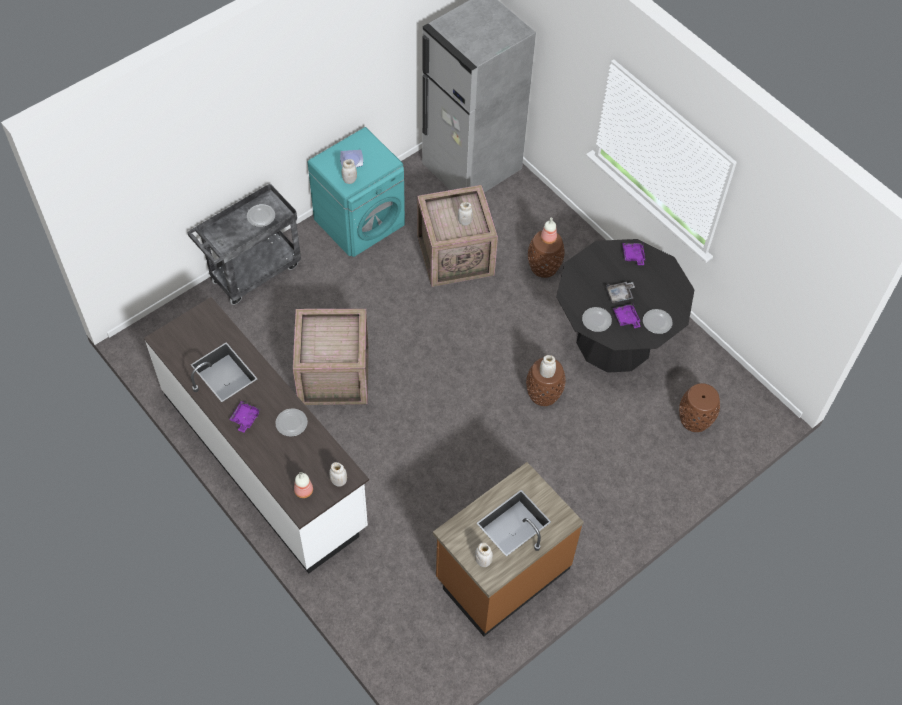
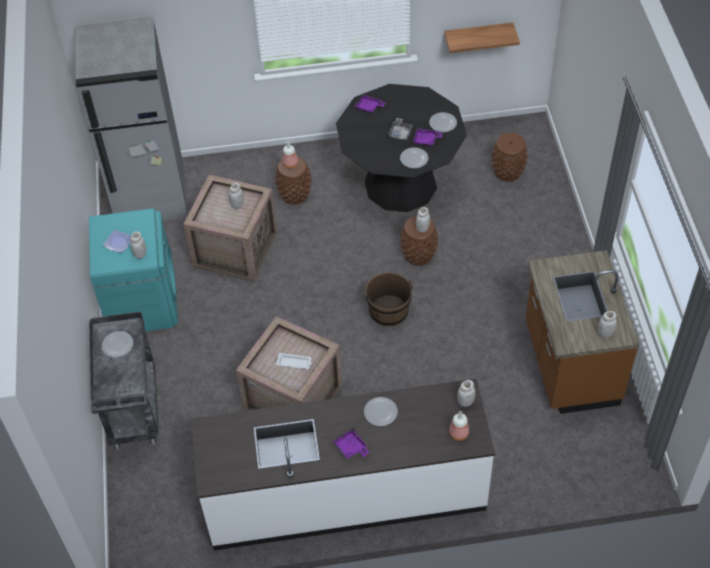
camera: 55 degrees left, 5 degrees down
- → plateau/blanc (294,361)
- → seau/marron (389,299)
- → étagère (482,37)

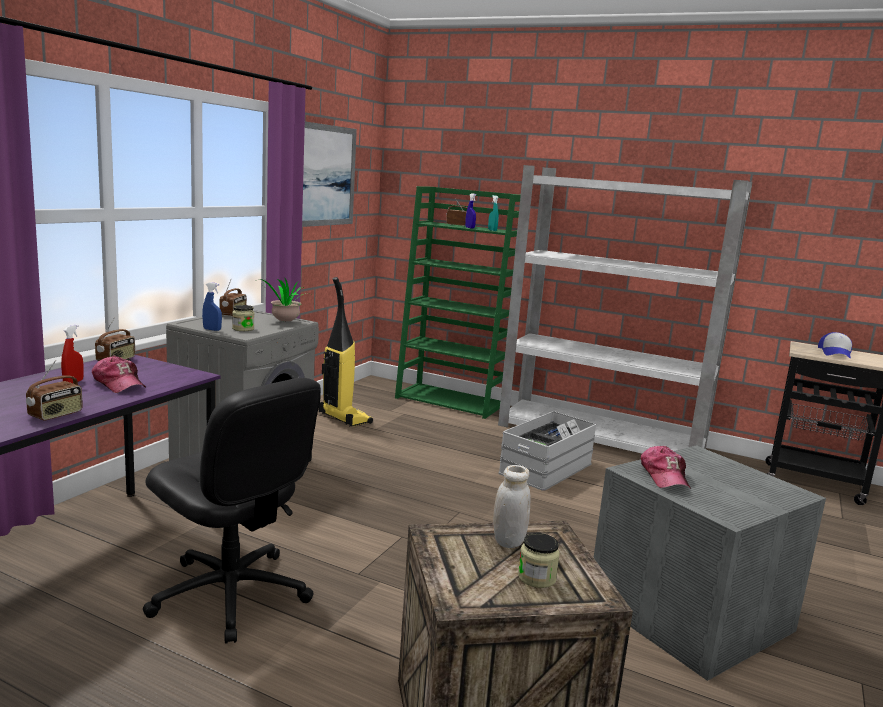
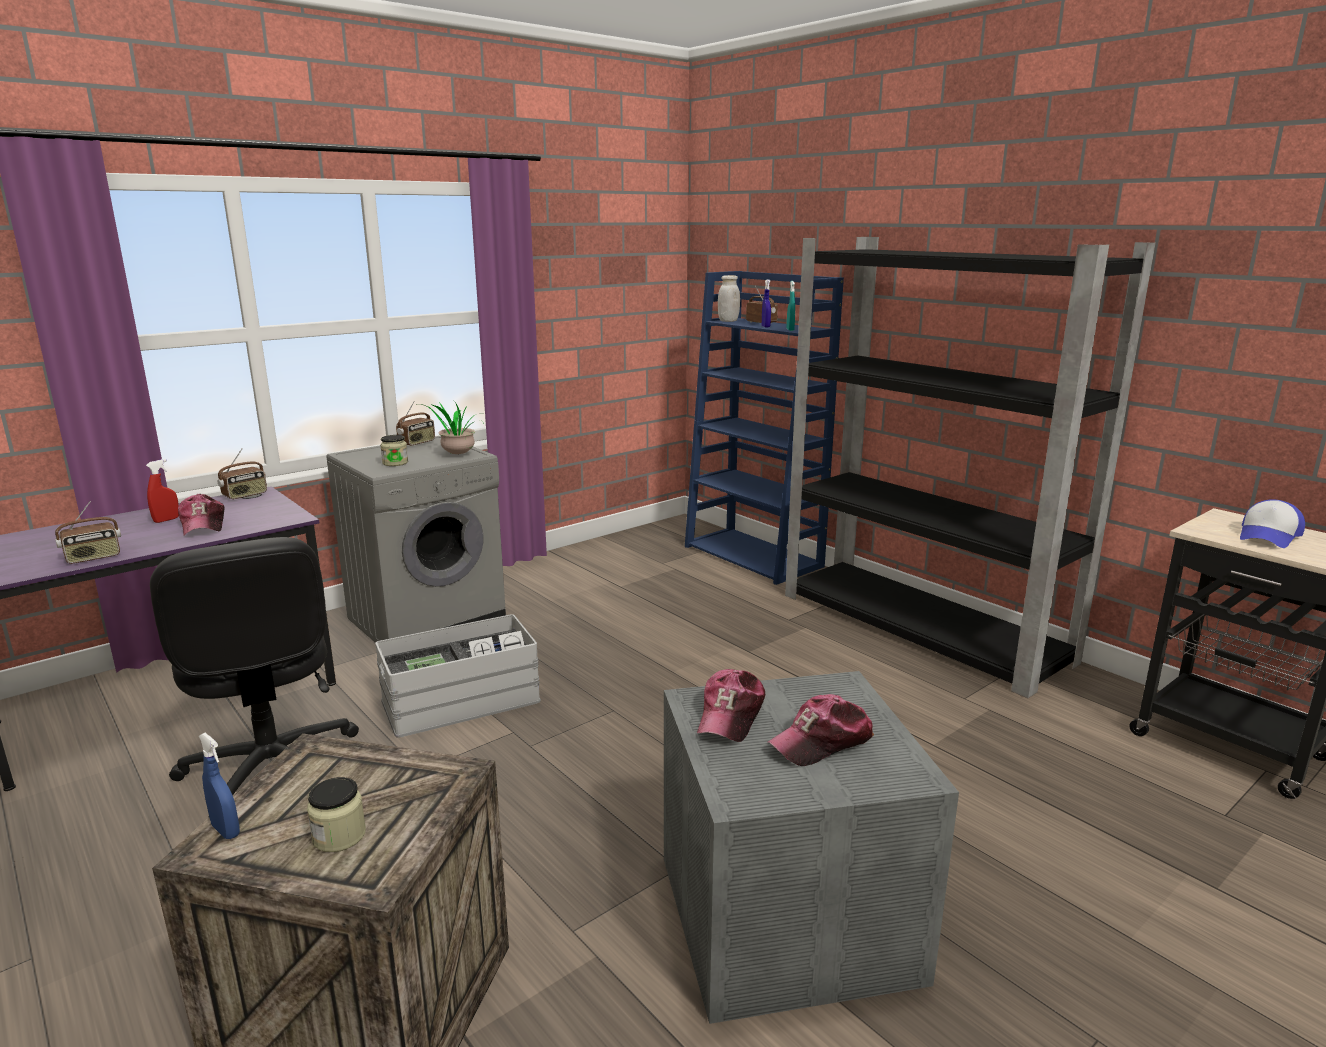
camera: 25 degrees right, 5 degrees up
tableau (329,174) → -
aspirateur (346,351) → -
- → casquette (821,730)
vaporisateur/bleu (212,306) → vaporisateur/bleu (219,786), relocated
bocal/blanc (512,506) → bocal/blanc (729,298), relocated
boîte de rangement/gris (547,451) → boîte de rangement/gris (458,676), relocated
bibliothèque/vert (458,302) → bibliothèque/bleu (764,428)
bibliothèque/blanc (625,309) → bibliothèque/noir (970,467)

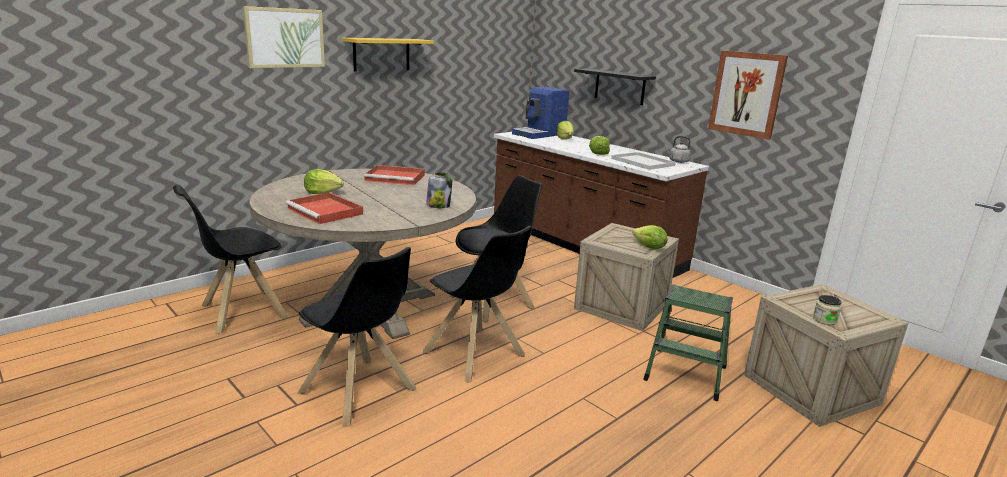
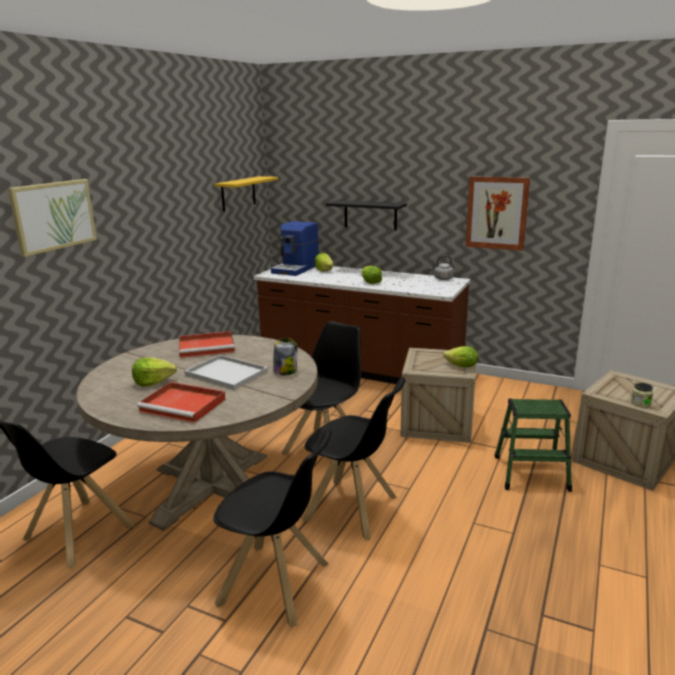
camera: 20 degrees left, 0 degrees up
étagère/jaune (388,55) → étagère/jaune (246,194), relocated
plateau/blanc (643,161) → plateau/blanc (226,372), relocated

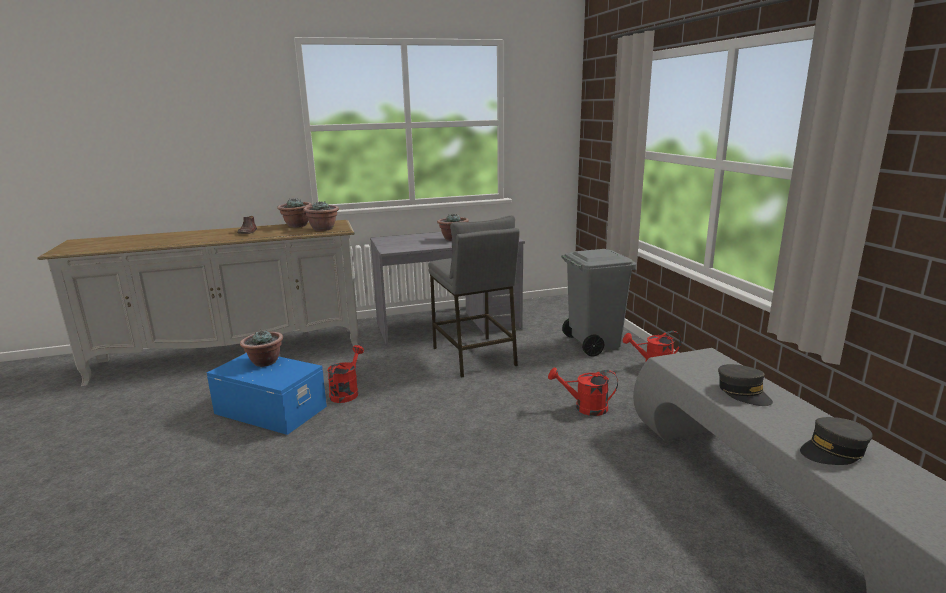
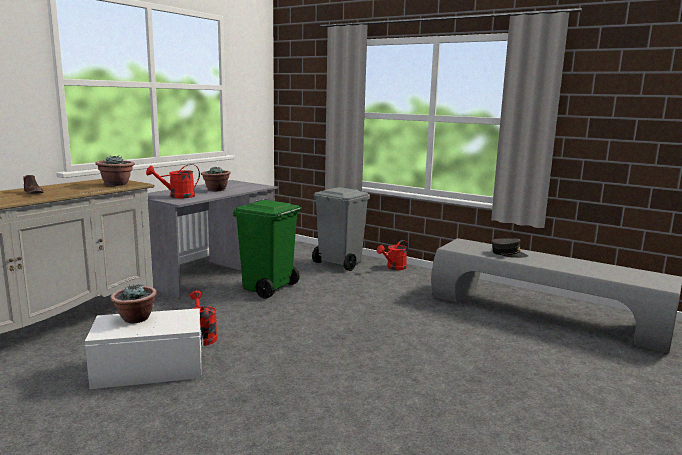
camera: 40 degrees left, 5 degrees down
plante en pot (294,213) → -
casquette/gris (836,441) → -
arrosoir/rouge (583,391) → arrosoir/rouge (173,181), relocated
tabouret/gris (474,296) → poubelle/vert (267,249)
boîte de rangement/bleu (267,394) → boîte de rangement/blanc (144,348)

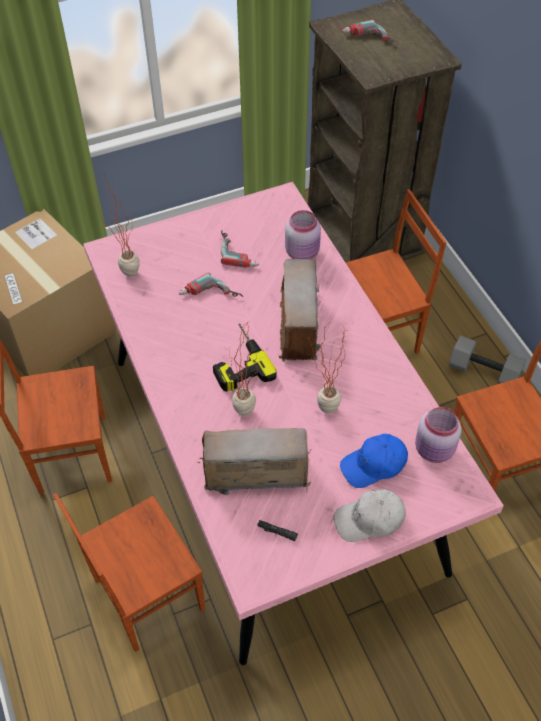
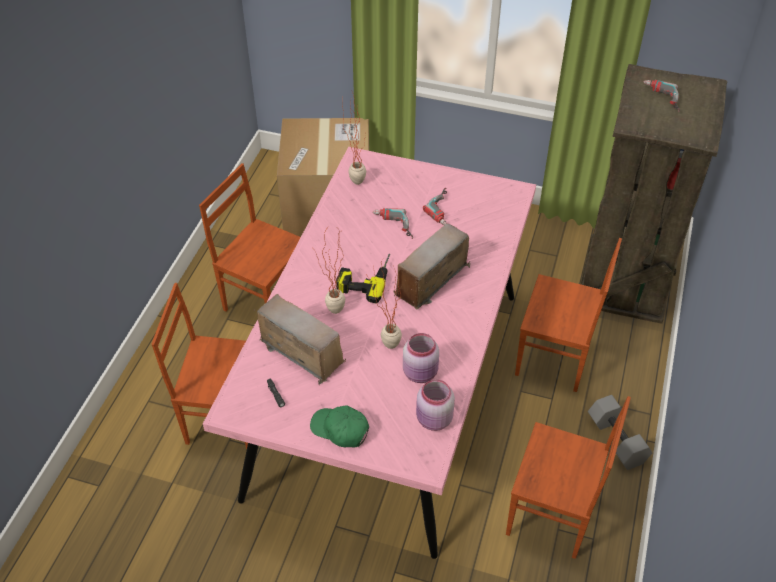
camera: 40 degrees right, 5 degrees down
casquette/bleu (374,461) → -
bocal/rose (303,234) → bocal/rose (421,358), relocated
casquette/blanc (370,515) → casquette/vert (339,426)

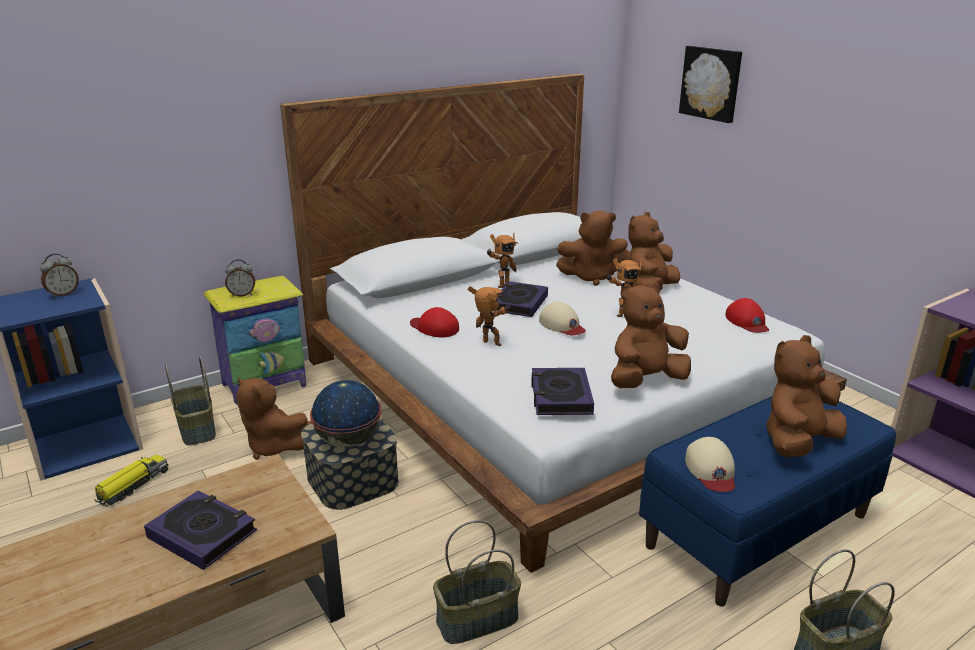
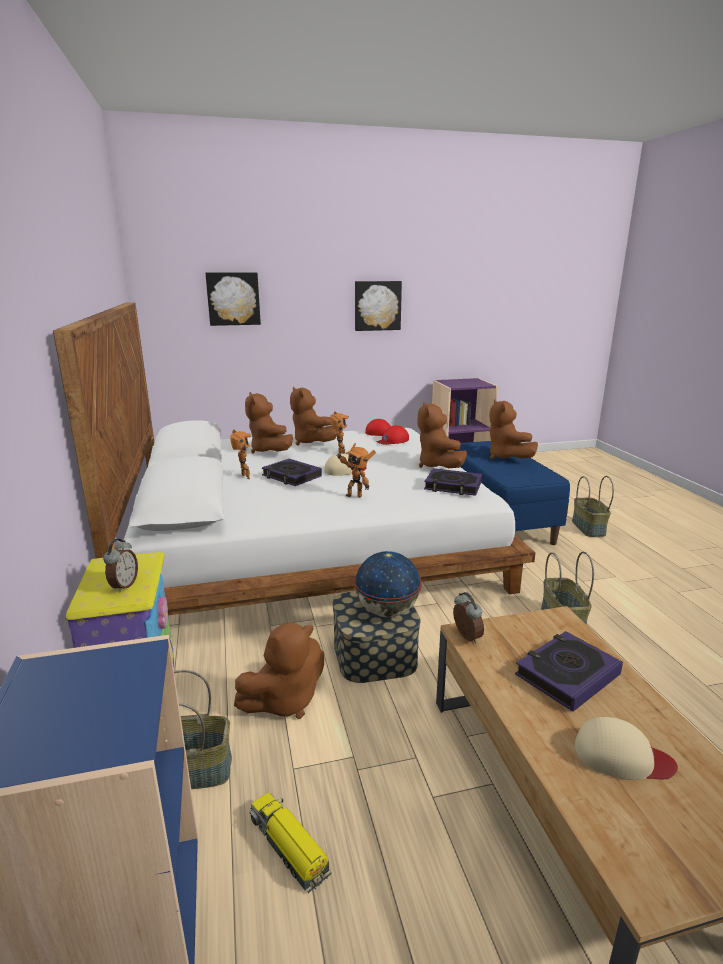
camera: 70 degrees left, 5 degrees down
- → tableau (378,306)
réveil (59,276) → réveil (468,618), relocated
casquette/rouge (434,322) → casquette/rouge (393,435), relocated
casquette/beige (710,464) → casquette/beige (626,748), relocated
robot jouet (488,316) → robot jouet (356,470), 120 degrees counterclockwise
peluche/marron (593,248) → peluche/marron (269,422), 135 degrees clockwise

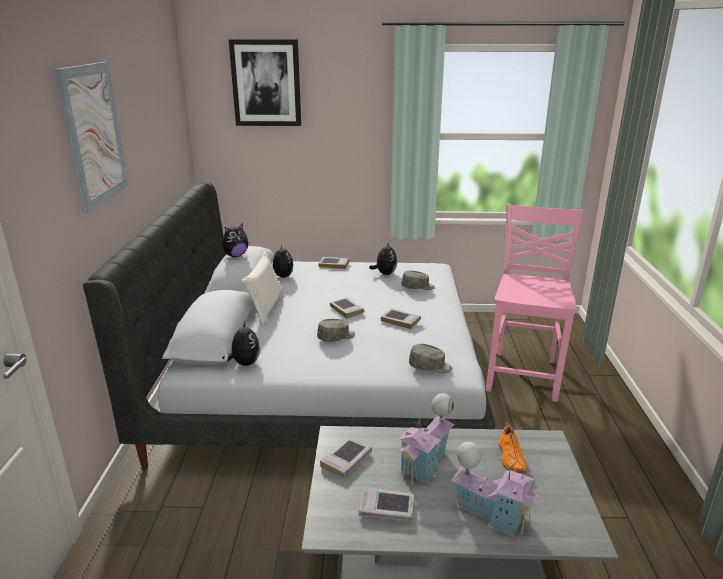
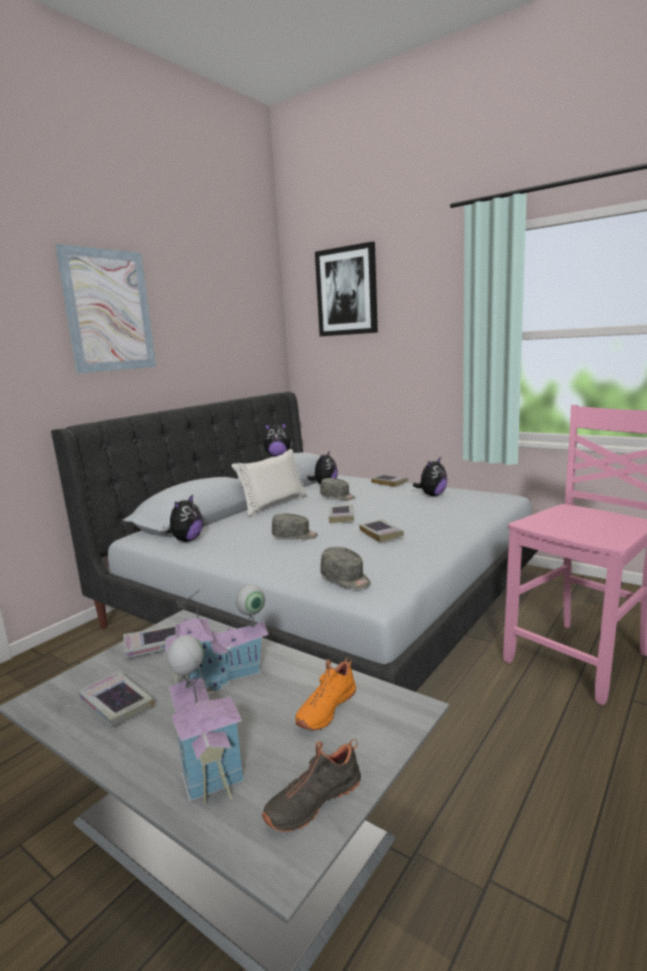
camera: 35 degrees right, 10 degrees down
- → chaussure/noir (311,785)
casquette/gris (418,280) → casquette/gris (337,489), relocated

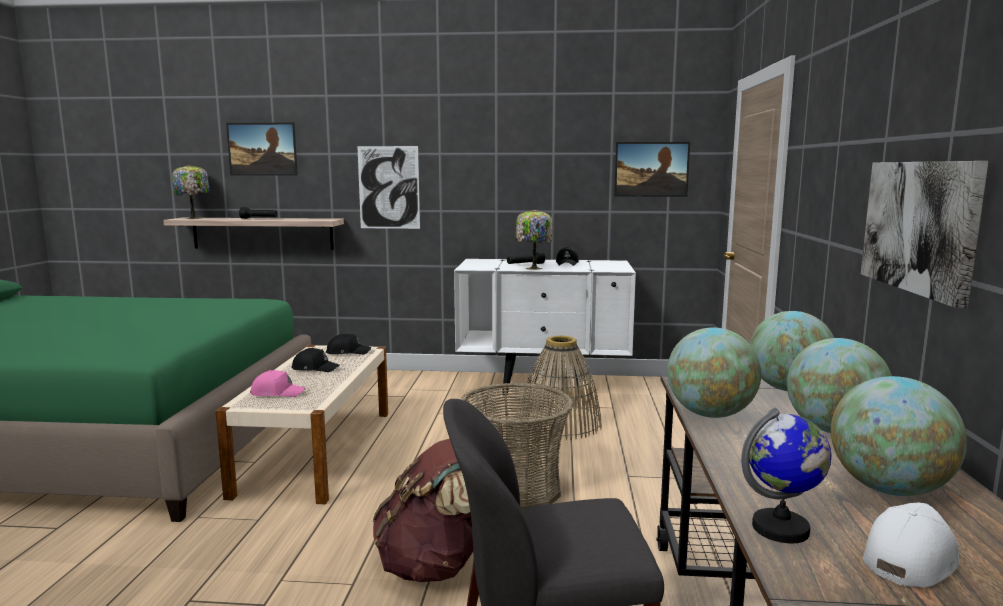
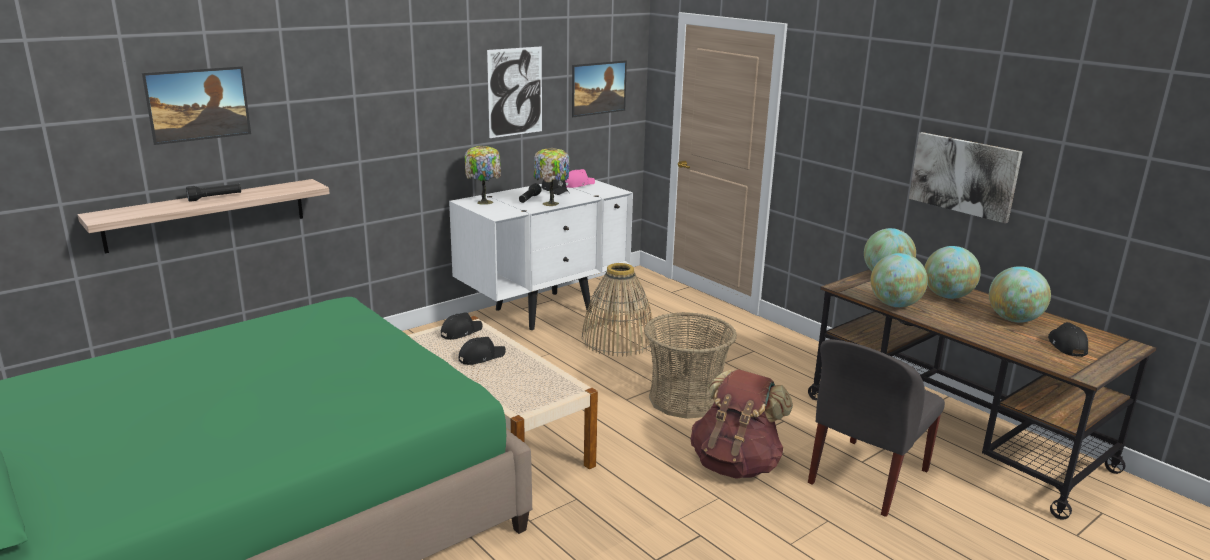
camera: 45 degrees left, 10 degrees up
globe (786,476) → -
lampe de table (191,192) → lampe de table (483,175), relocated
casquette/rose (278,383) → casquette/rose (580,178), relocated
tableau (388,187) → tableau (514,92), relocated
casquette/blanc (911,544) → casquette/noir (1068,339)

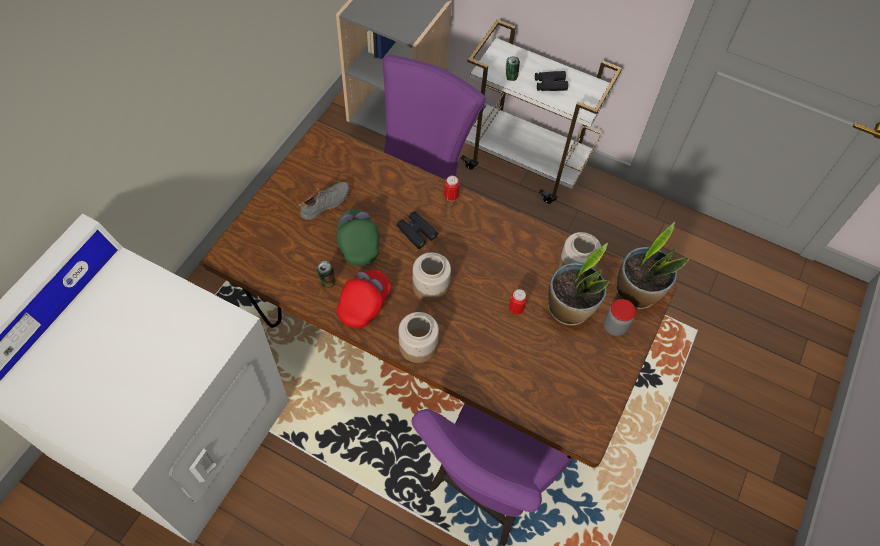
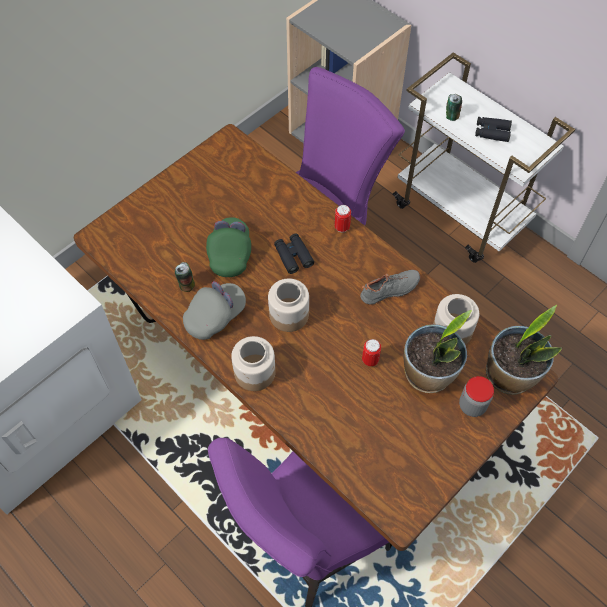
camera: 20 degrees right, 0 degrees up
chaussure/gris (324,201) → chaussure/gris (390,287), relocated
casquette/rouge (364,299) → casquette/gris (214,310)

